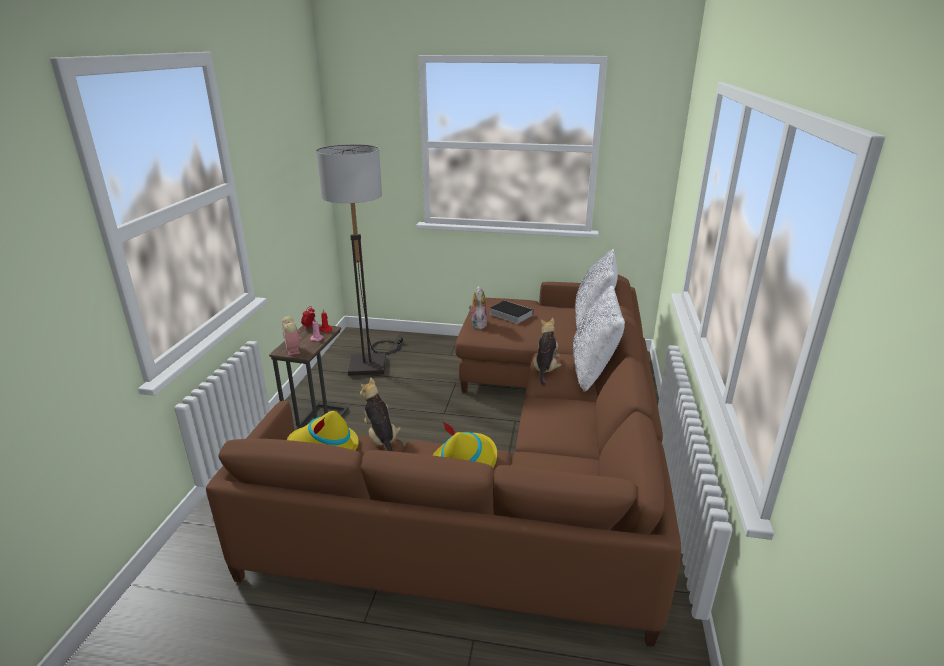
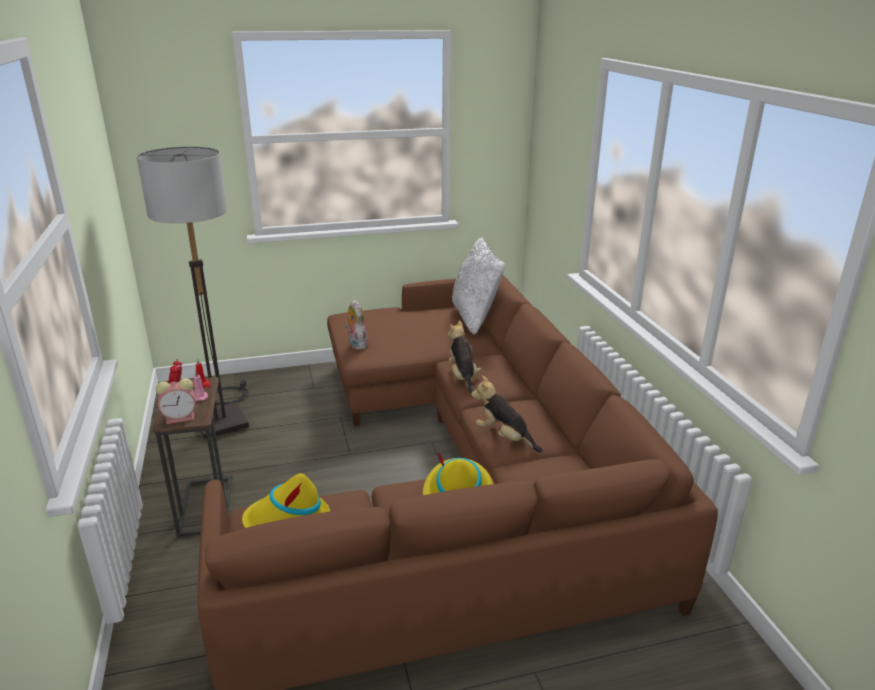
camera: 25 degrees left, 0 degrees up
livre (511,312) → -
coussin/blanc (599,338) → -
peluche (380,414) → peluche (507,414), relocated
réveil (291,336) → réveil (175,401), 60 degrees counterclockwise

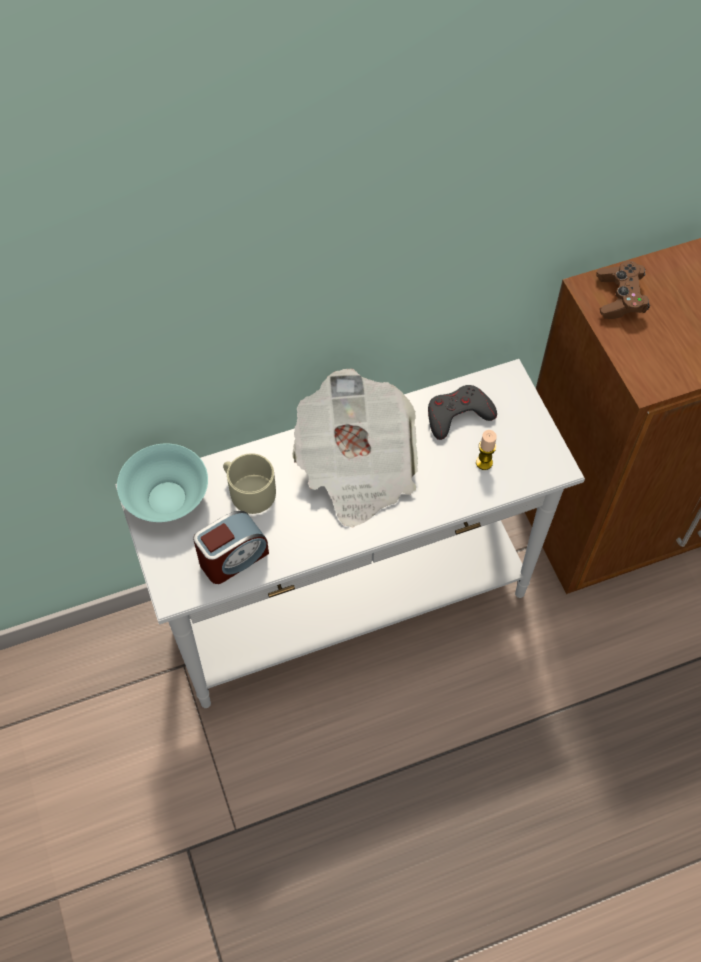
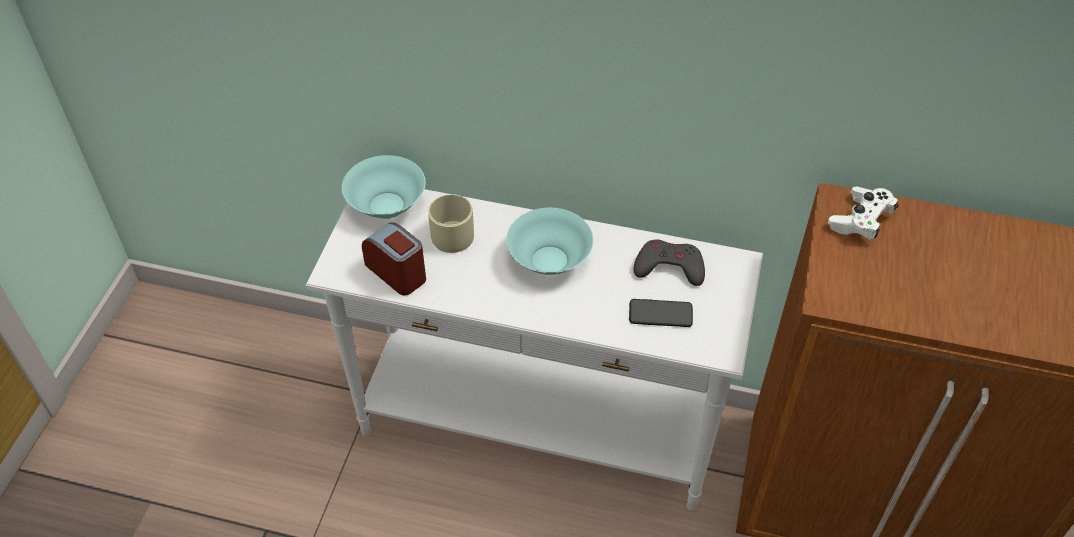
camera: 35 degrees right, 10 degrees down
journal (355,448) → bol/turquoise (550,241)
bougie (486,450) → téléphone (661,313)
manette/marron (623,290) → manette/blanc (863,214)
réveil (231,547) → réveil (394,258), 135 degrees counterclockwise

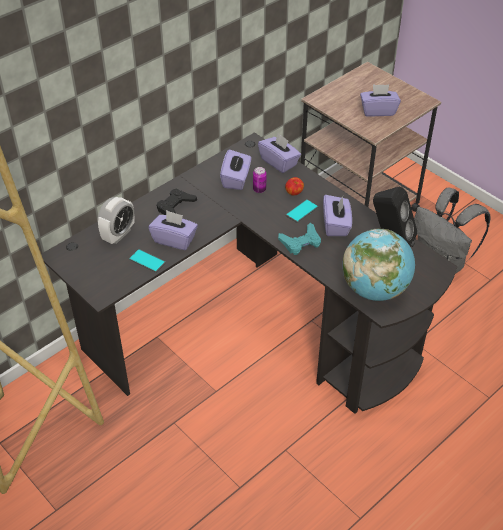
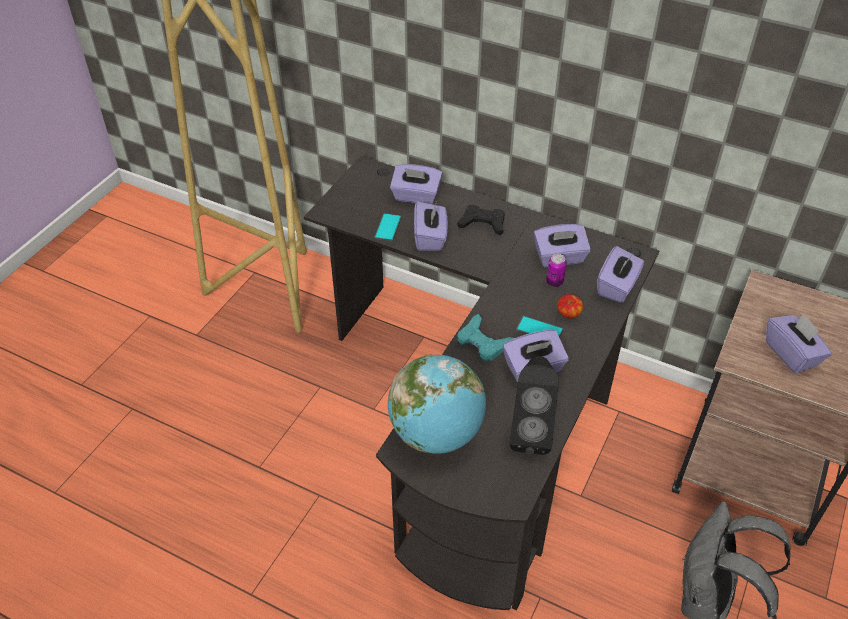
camera: 70 degrees right, 0 degrees up
réveil (116,220) → boîte à mouchoirs/violet (416,184)

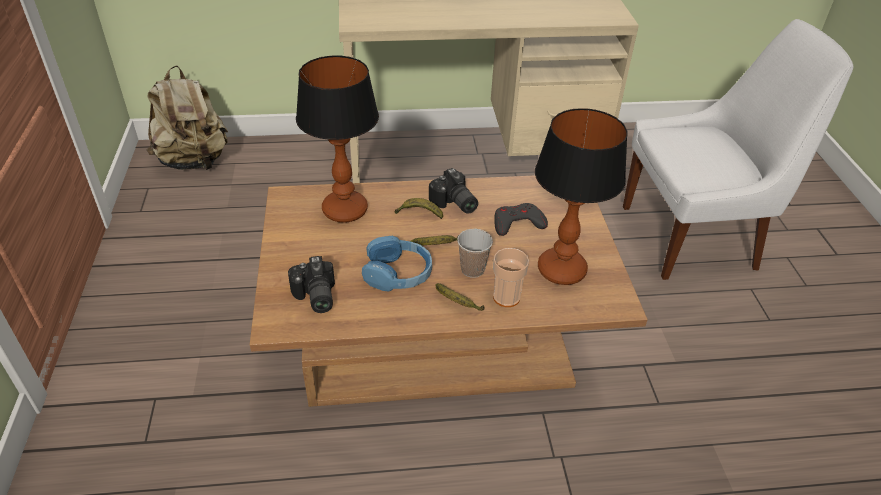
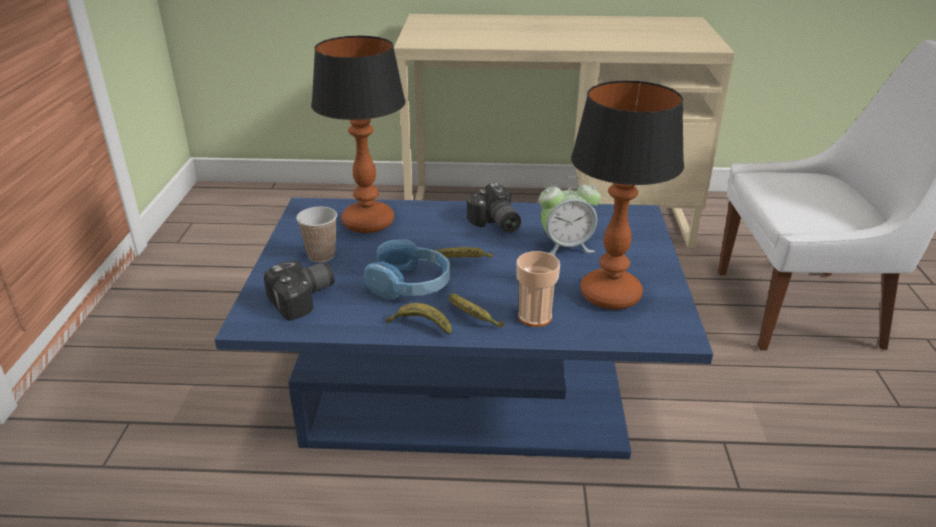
camera: 10 degrees right, 10 degrees down
sac à dos/beige (187,118) → -
banane (419,208) → banane (419,319), relocated
tasse (475,253) → tasse (316,235), relocated
manette/gris (521,219) → réveil (570,216)
table basse/marron (449,291) → table basse/bleu (464,328)
appareil photo (311,284) → appareil photo (299,291), 120 degrees counterclockwise

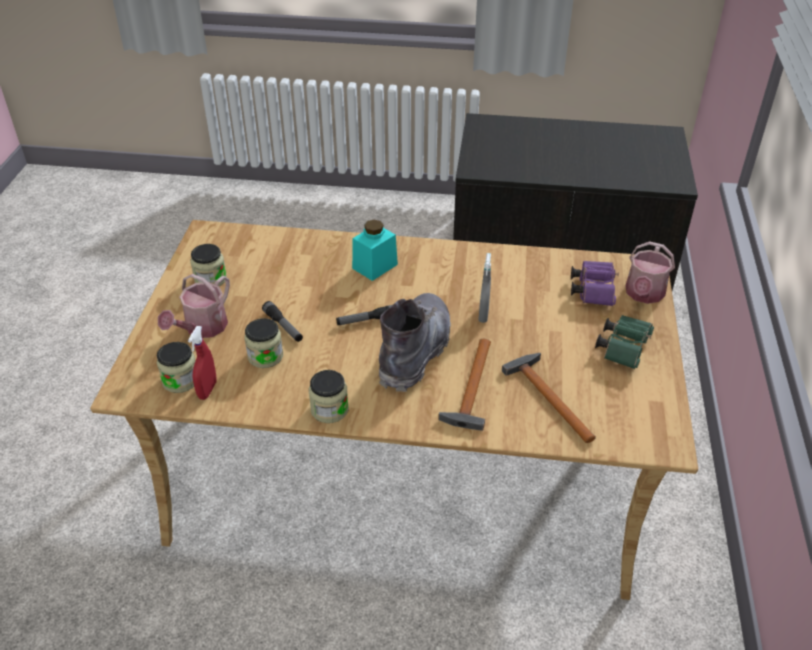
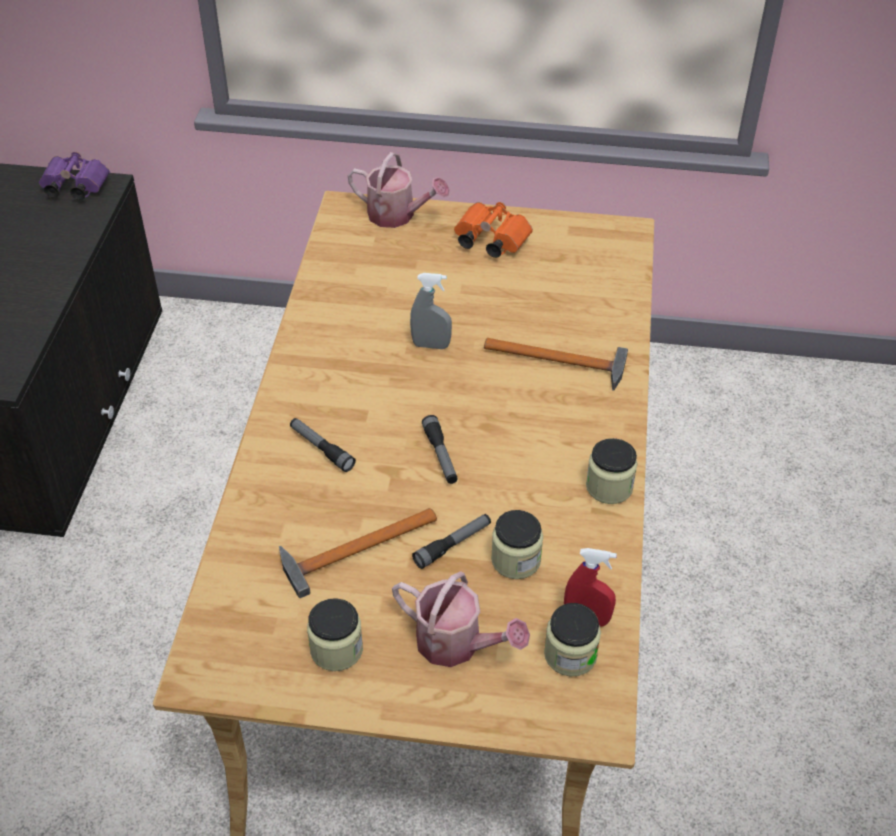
camera: 90 degrees left, 5 degrees up
botte/gris (415,342) → -
marteau (549,398) → marteau (358,553), relocated
jumelles/violet (595,283) → jumelles/violet (74,176), relocated
bocal/turquoise (375,250) → lampe de poche (323,445)
jumelles/vert (624,342) → jumelles/orange (493,230)

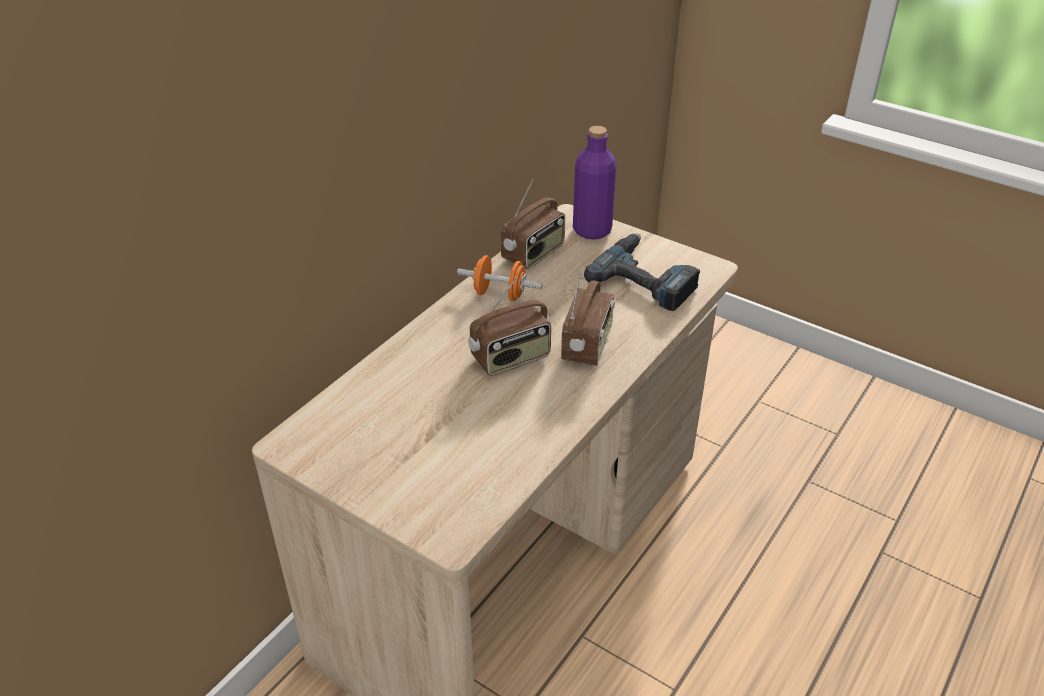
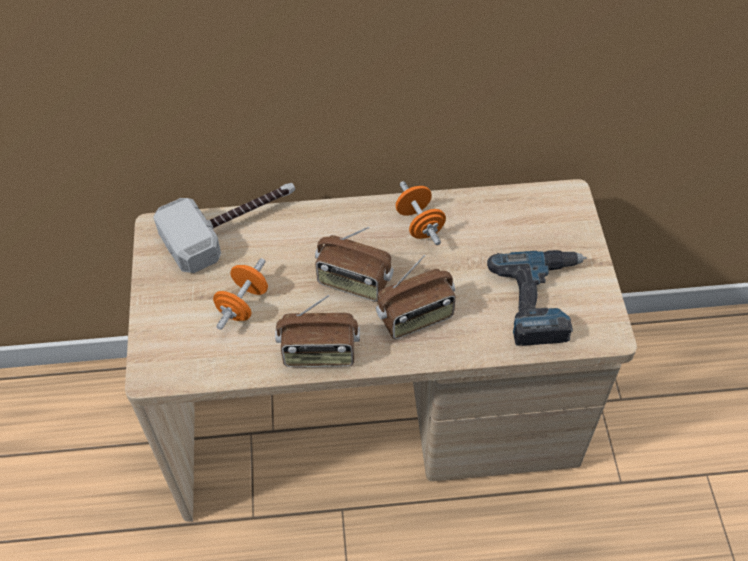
camera: 50 degrees right, 15 degrees up
bouteille/violet (595,183) → -
- → marteau (224,228)
- → haltère/orange (240,294)
radio (533,224) → radio (317,331), relocated

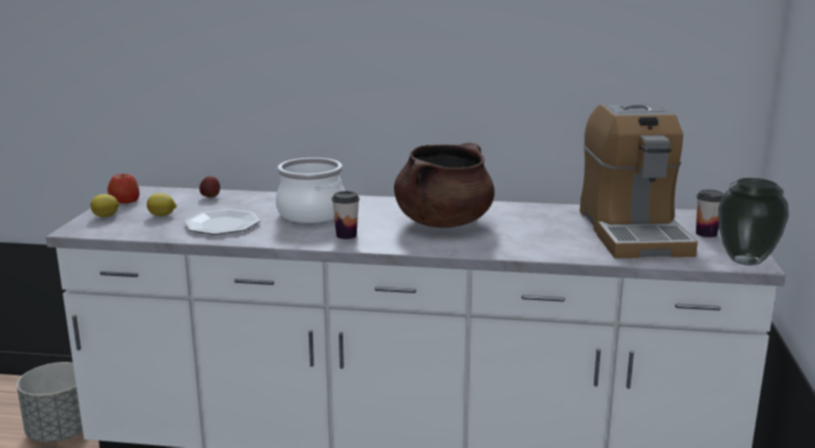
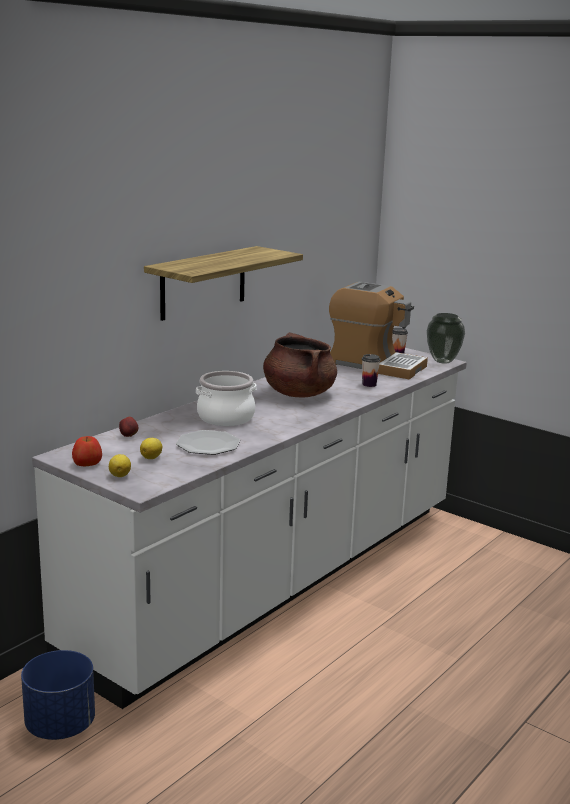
camera: 60 degrees left, 0 degrees up
- → étagère (223,283)
tasse (345,215) → tasse (371,370), relocated
cache-pot/gris (50,402) → cache-pot/bleu (58,695)

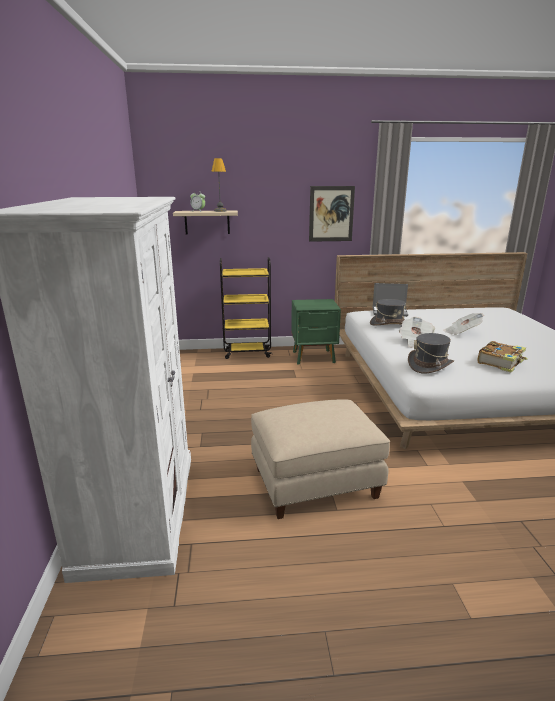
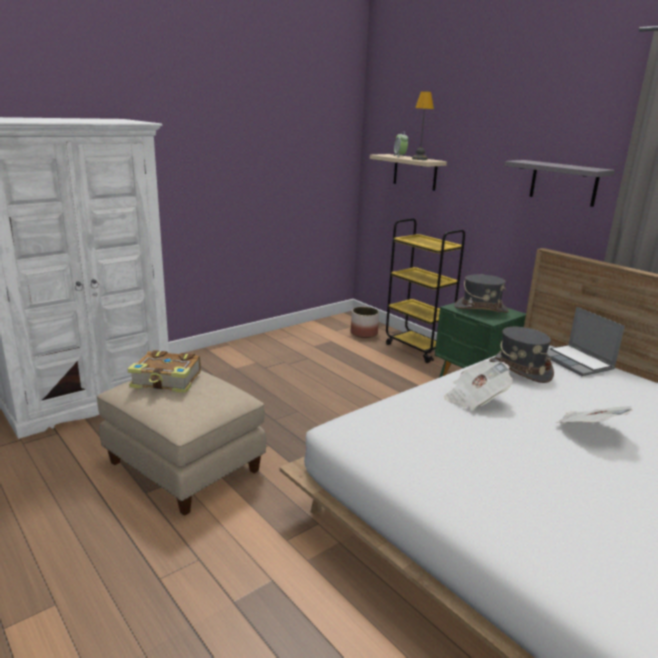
camera: 55 degrees right, 0 degrees up
- → cache-pot (365,322)
chapeau/gris (431,353) → chapeau/gris (481,293), relocated
livre (502,356) → livre (164,371), relocated
tableau (332,214) → étagère/gris (560,183)

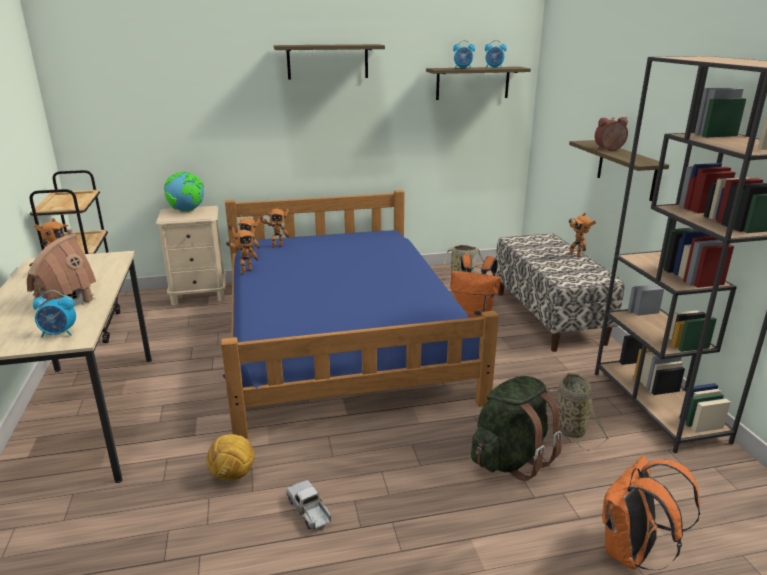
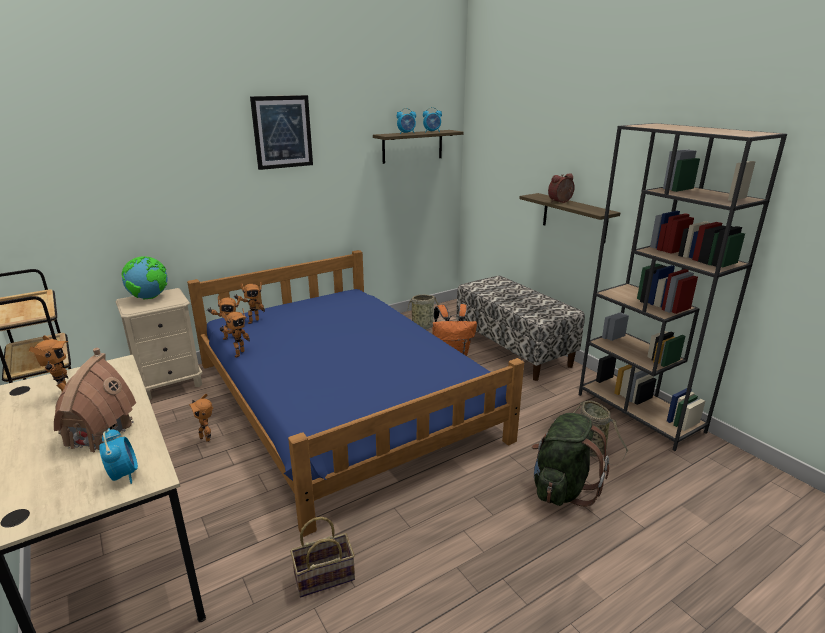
camera: 20 degrees left, 0 degrees up
camion jouet (308,504) → -
sac à dos/orange (651,513) → -
robot jouet (582,235) → robot jouet (201,418), relocated
ballon de foot (230,457) → panier (322,557)
étagère (329,62) → tableau (281,132)
réveil (54,313) → réveil (118,456), 90 degrees counterclockwise

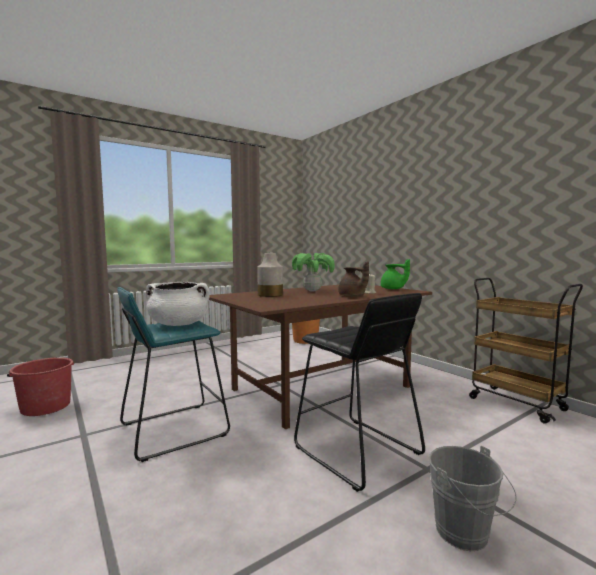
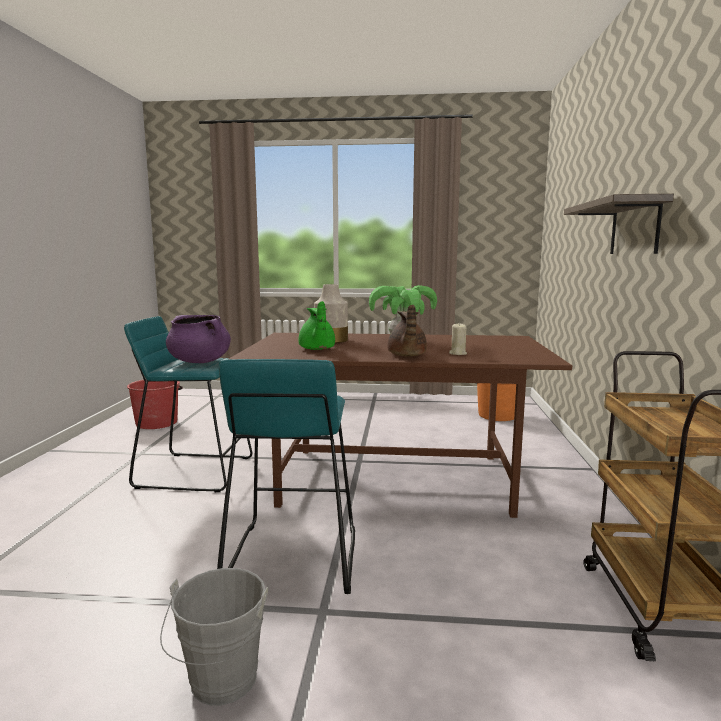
camera: 40 degrees right, 5 degrees up
- → étagère (619,224)
théière/vert (395,274) → théière/vert (317,325), relocated
marmite/blanc (178,304) → marmite/violet (198,339)
tabouret/noir (359,392) → tabouret/turquoise (286,476)

